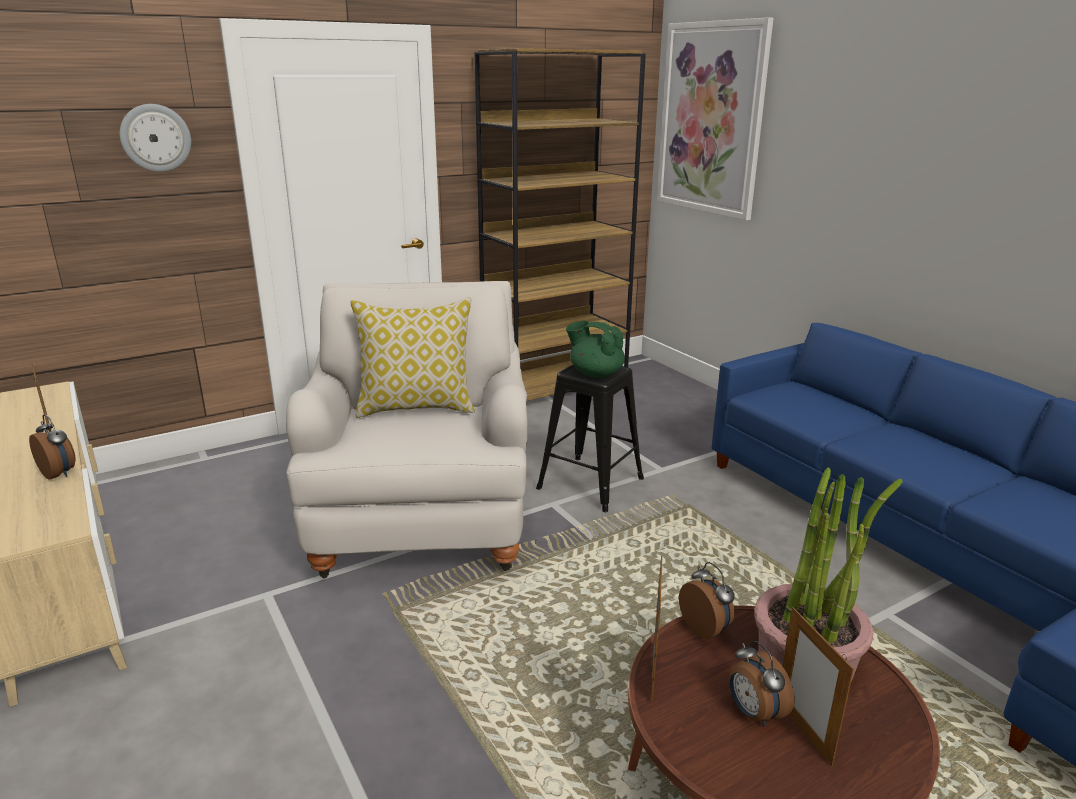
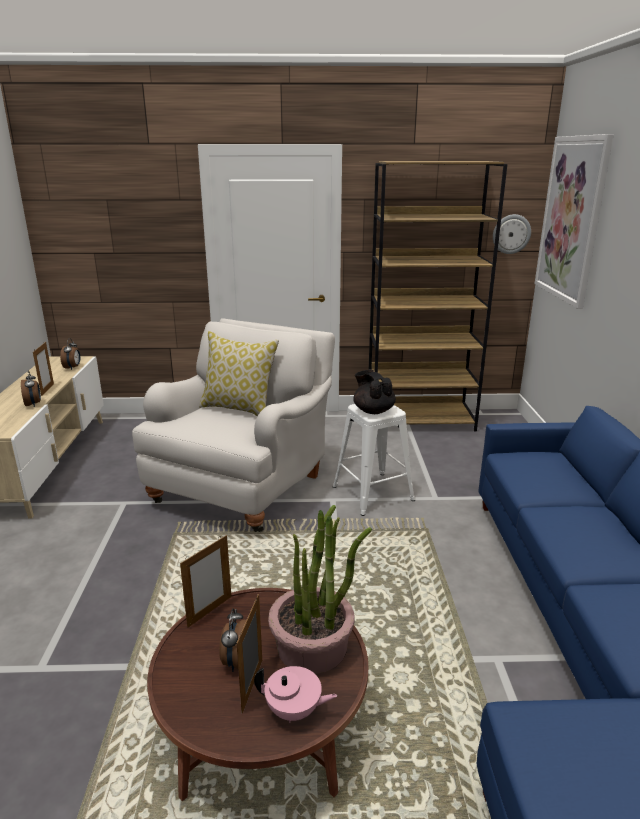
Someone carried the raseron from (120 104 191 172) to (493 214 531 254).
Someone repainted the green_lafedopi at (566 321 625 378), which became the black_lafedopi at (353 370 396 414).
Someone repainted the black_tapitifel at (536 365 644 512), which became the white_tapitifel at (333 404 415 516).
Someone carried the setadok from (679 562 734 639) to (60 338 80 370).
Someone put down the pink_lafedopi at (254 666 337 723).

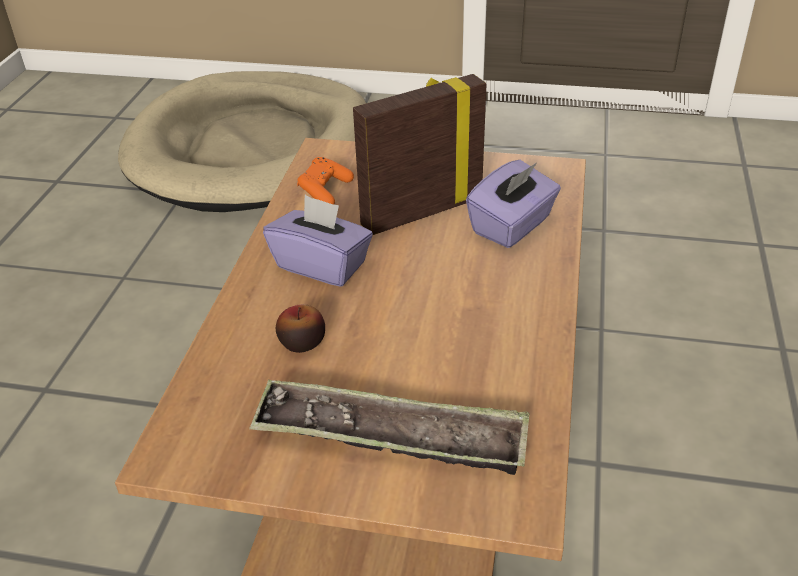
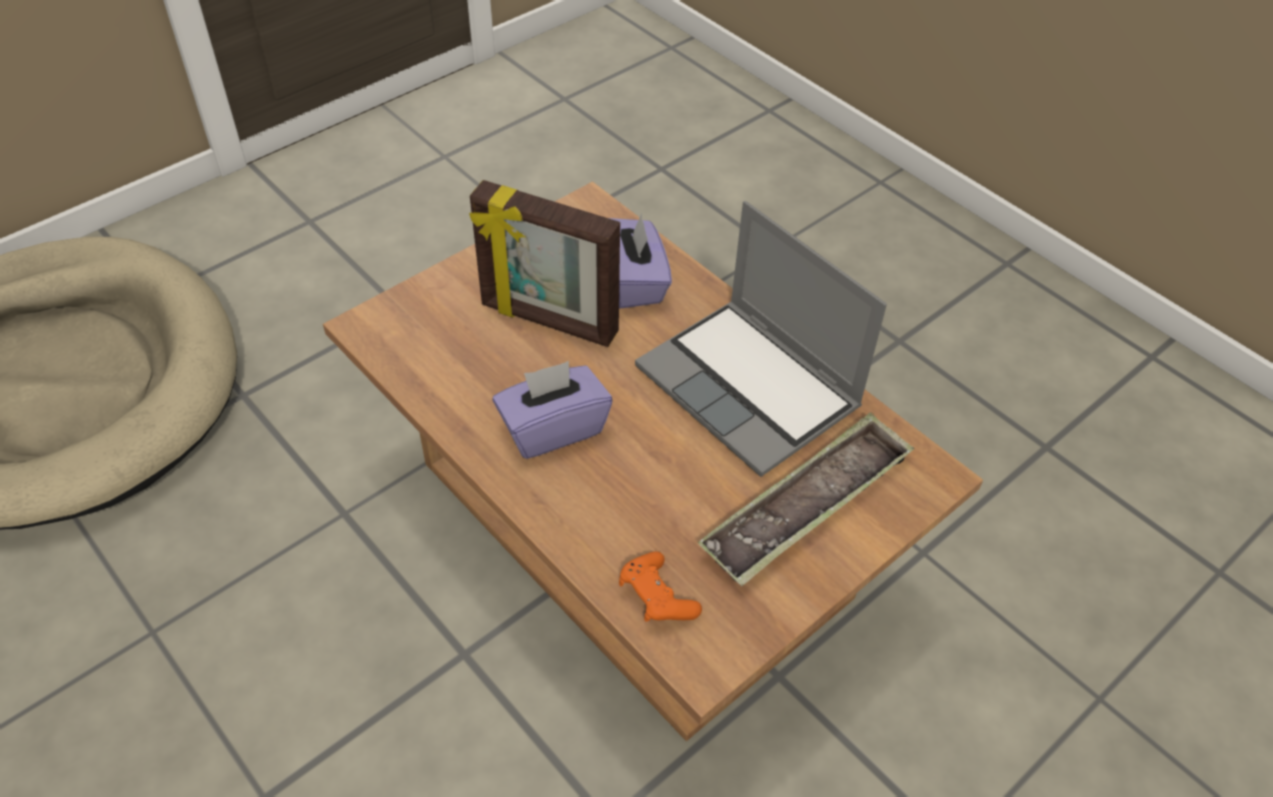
Someone rotated the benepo at (353 74 487 235) by 75 degrees counterclockwise.
Someone carried the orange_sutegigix from (297 157 354 204) to (619 551 702 622).
Someone took away the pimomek at (276 304 325 353).
Someone put down the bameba at (635 201 887 477).

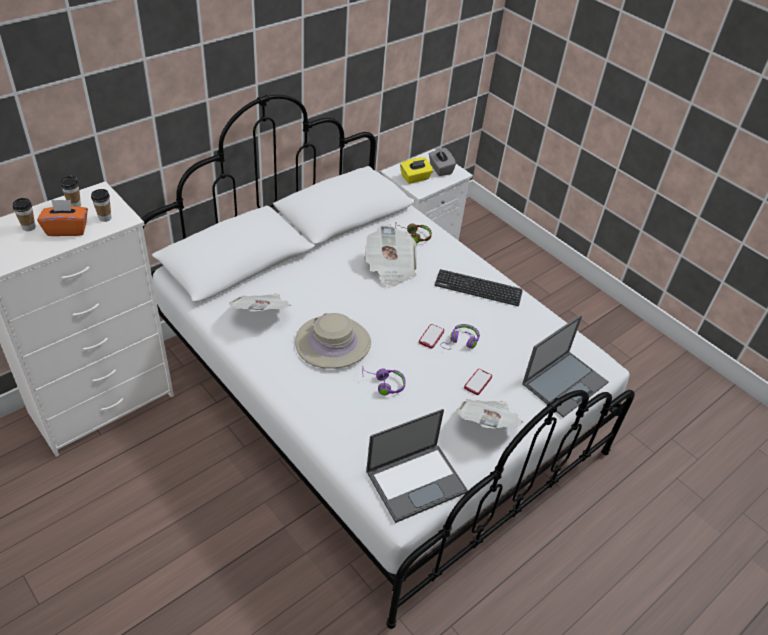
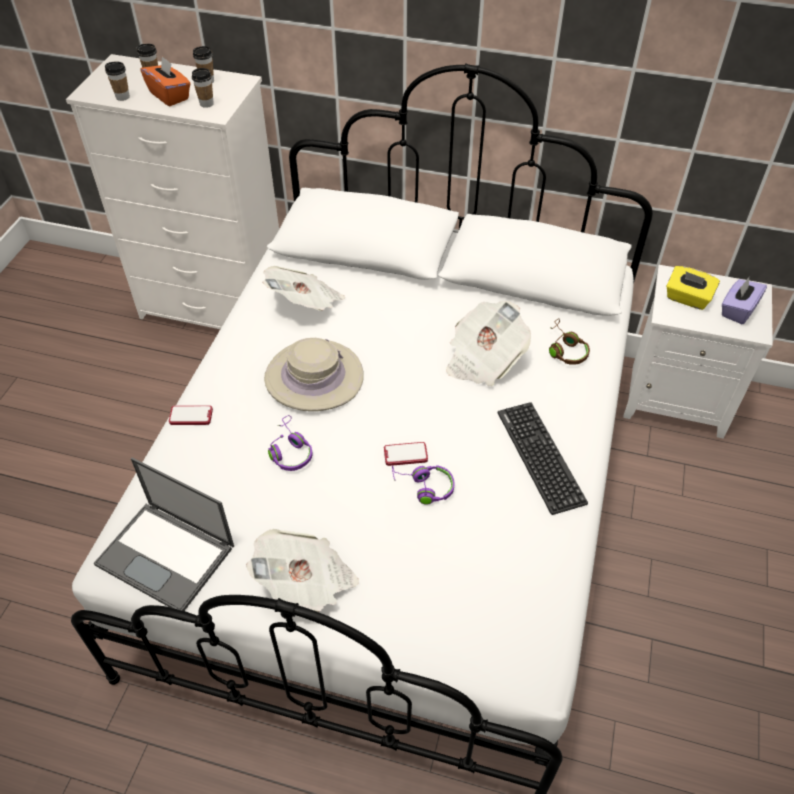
Someone repainted the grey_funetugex at (429 148 456 176), which became the purple_funetugex at (722 277 767 324).
Someone took away the bameba at (522 315 609 417).
Someone carried the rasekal from (464 368 492 395) to (169 405 213 425).
Someone put down the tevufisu at (105 62 130 101).

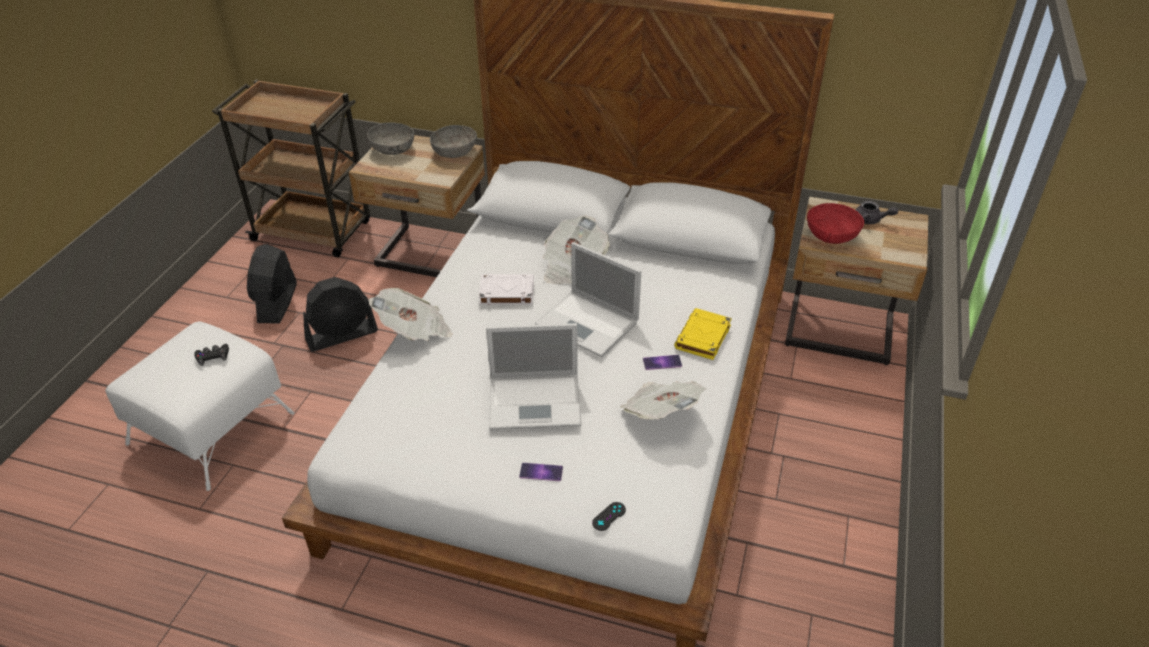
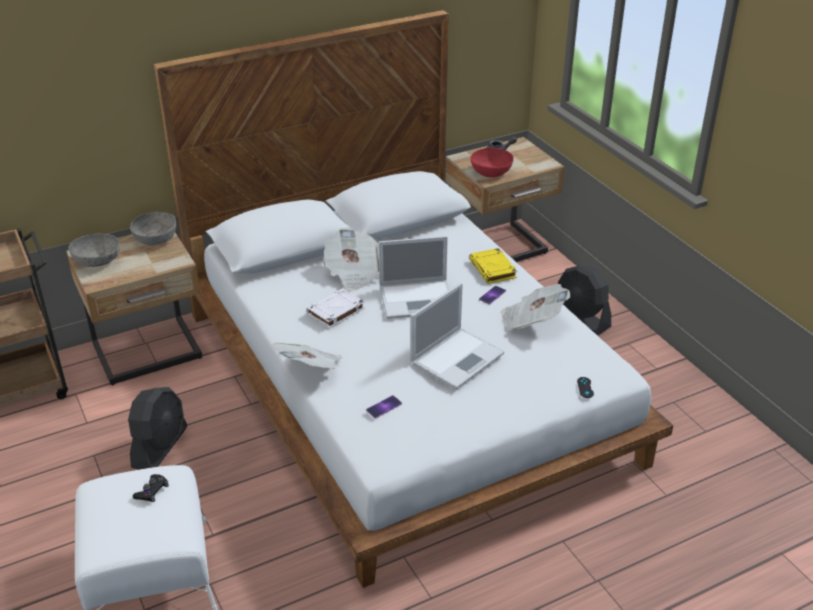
Someone carried the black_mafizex from (247 244 297 324) to (558 265 611 335).
Someone carried the rasekal from (519 463 563 481) to (366 395 402 418).

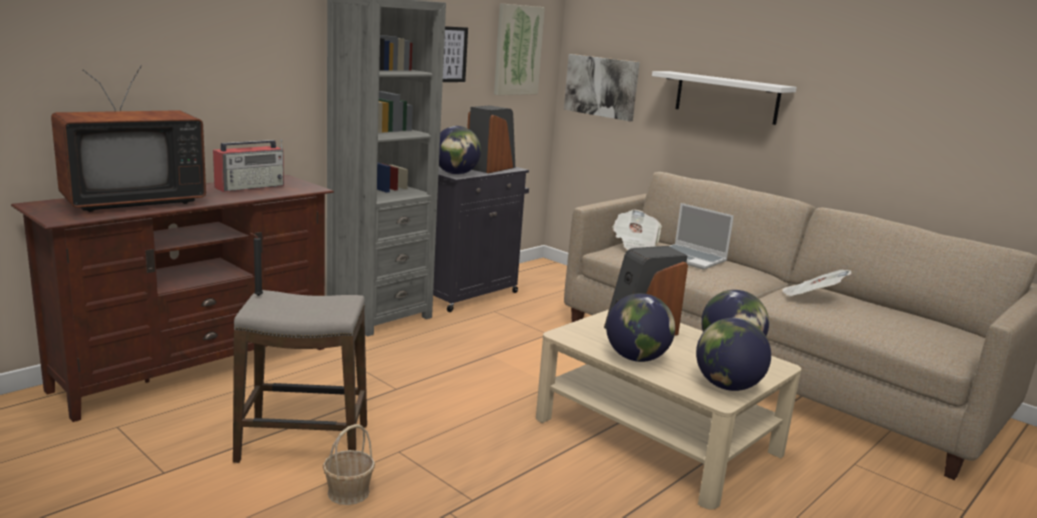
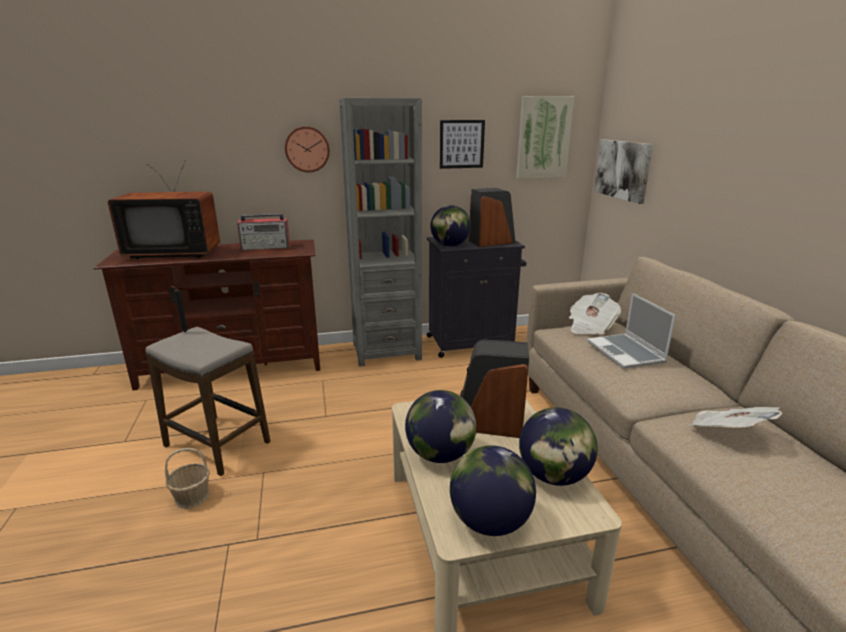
Someone took away the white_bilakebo at (652 71 797 125).
Someone put up the raseron at (285 126 330 172).

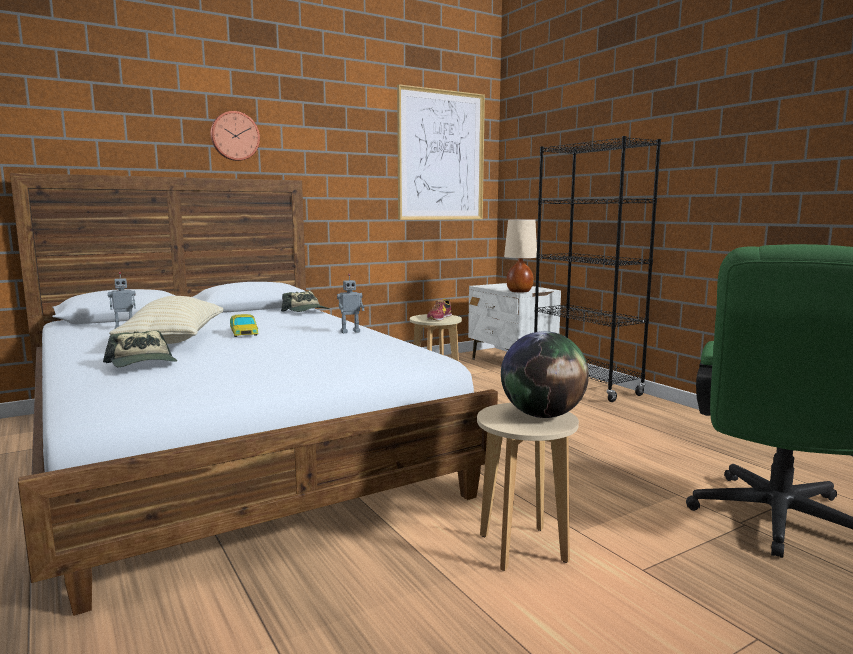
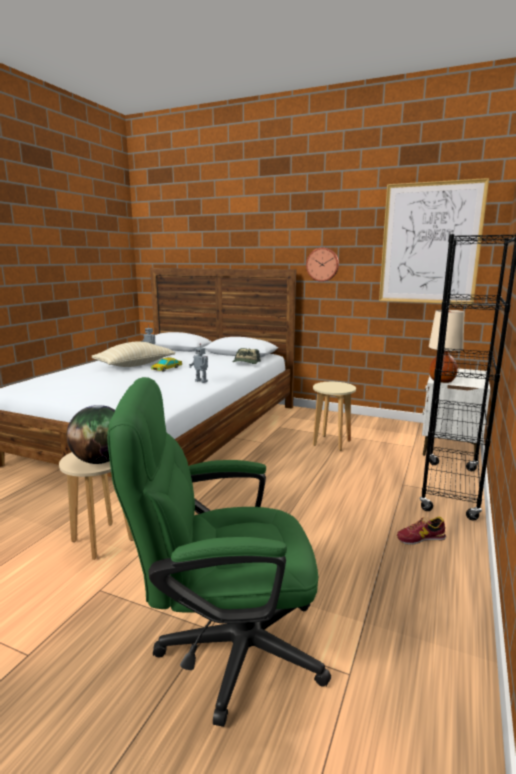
Someone carried the raseron from (211 111 260 161) to (306 248 339 282).
Someone carried the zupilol from (427 299 452 321) to (397 516 446 545).
Someone took away the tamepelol at (103 330 177 367).

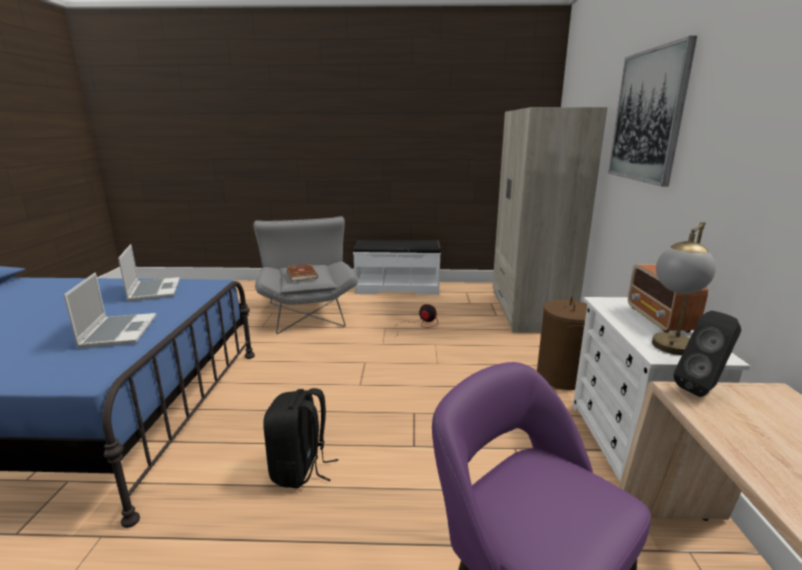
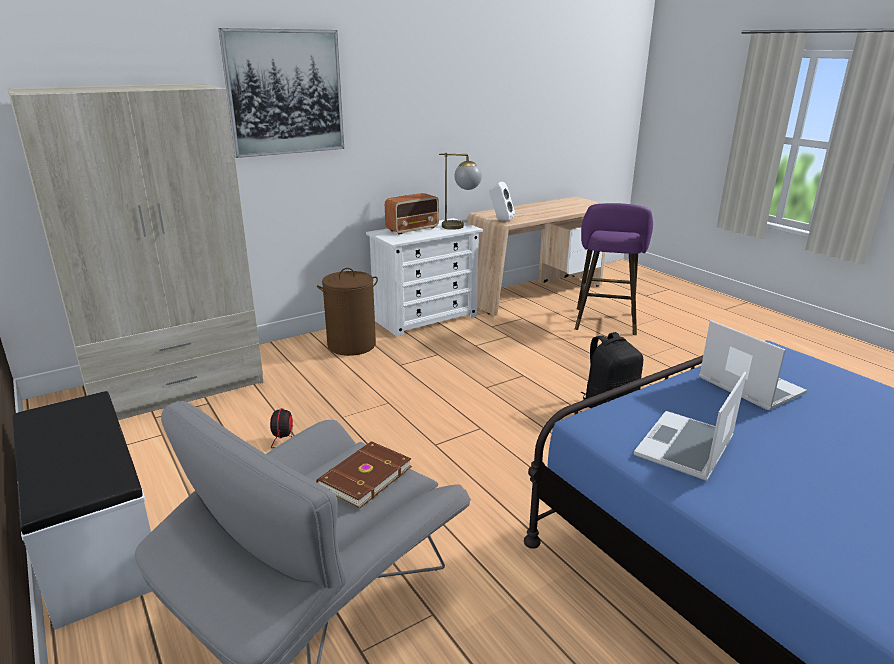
Someone rotated the bameba at (64 272 156 348) by 105 degrees clockwise.
Someone repainted the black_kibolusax at (674 311 741 397), which became the white_kibolusax at (489 182 515 221).

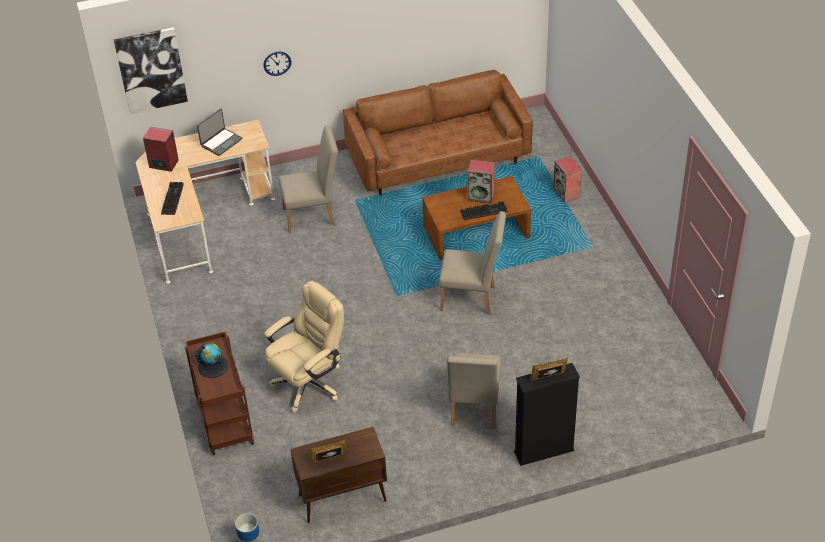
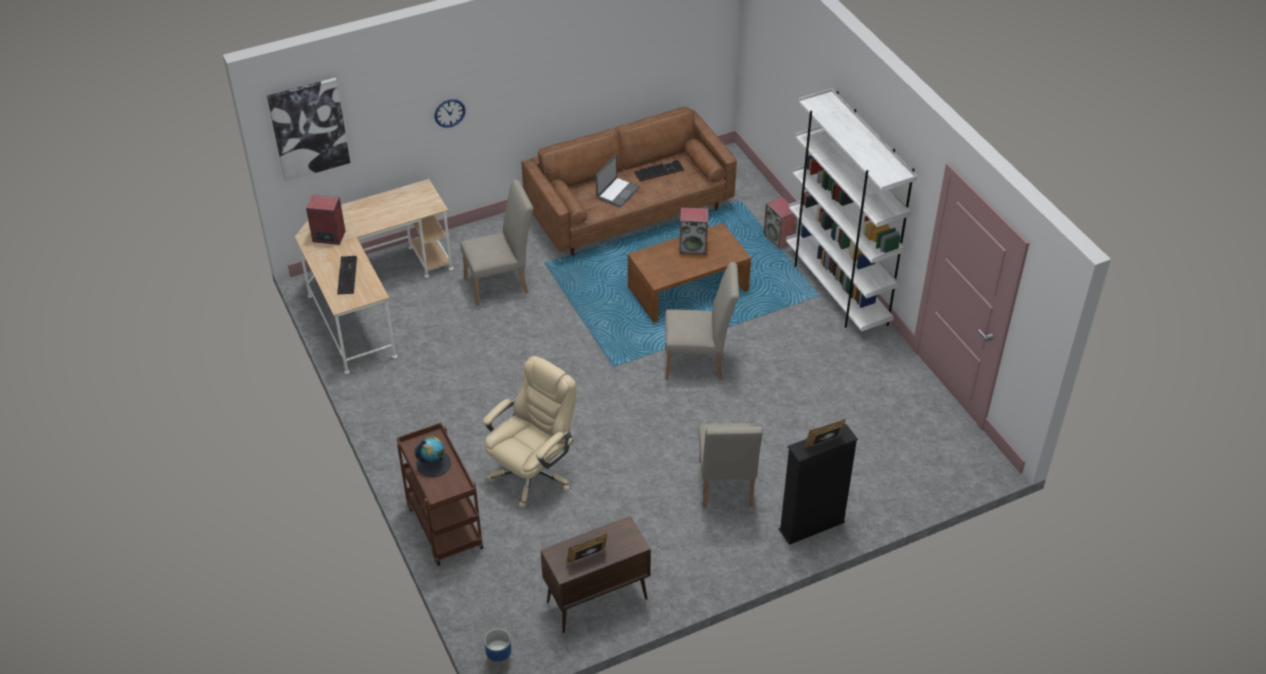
Someone carried the bameba from (197 108 243 156) to (596 155 640 208).
Someone carried the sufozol from (460 201 508 220) to (635 160 684 181).
Someone put down the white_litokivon at (786 88 917 332).

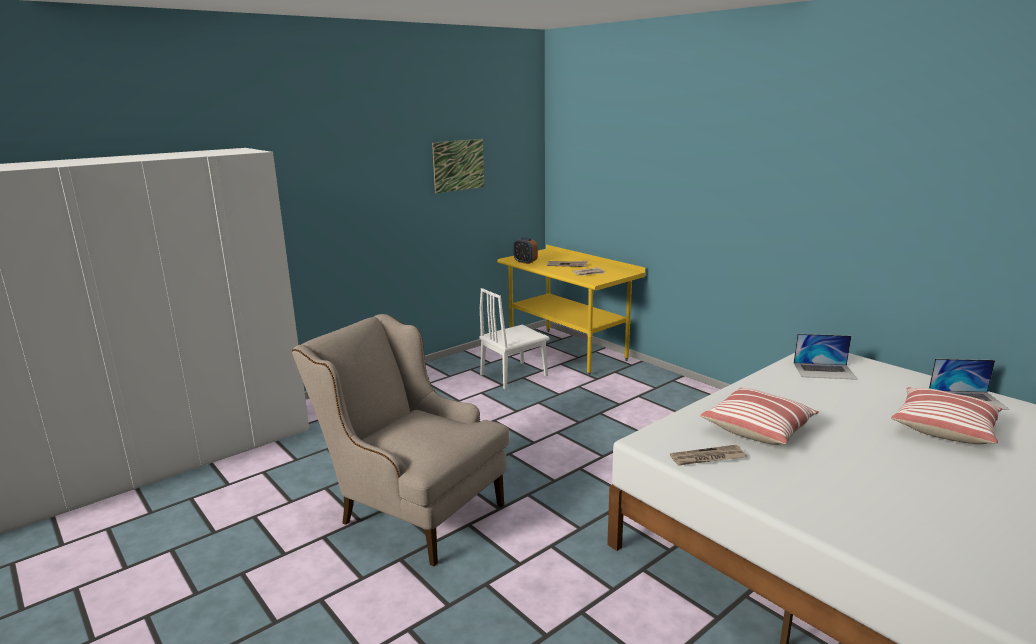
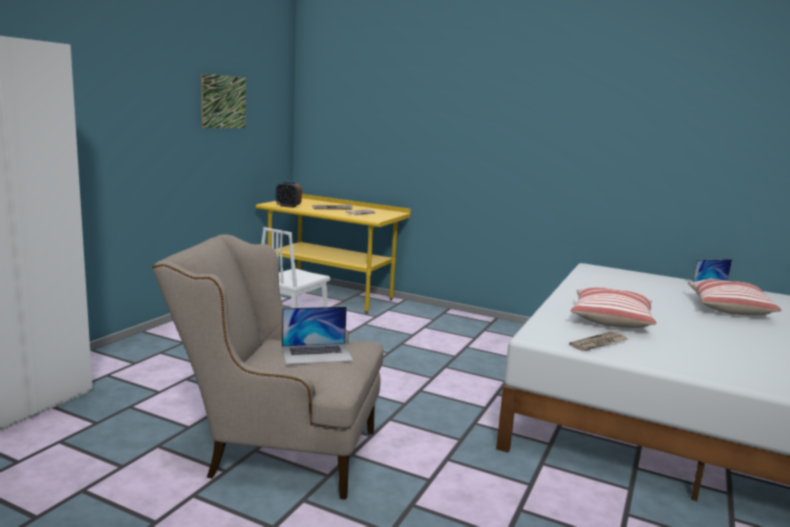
Someone carried the bameba from (794 334 858 380) to (282 306 353 364).

